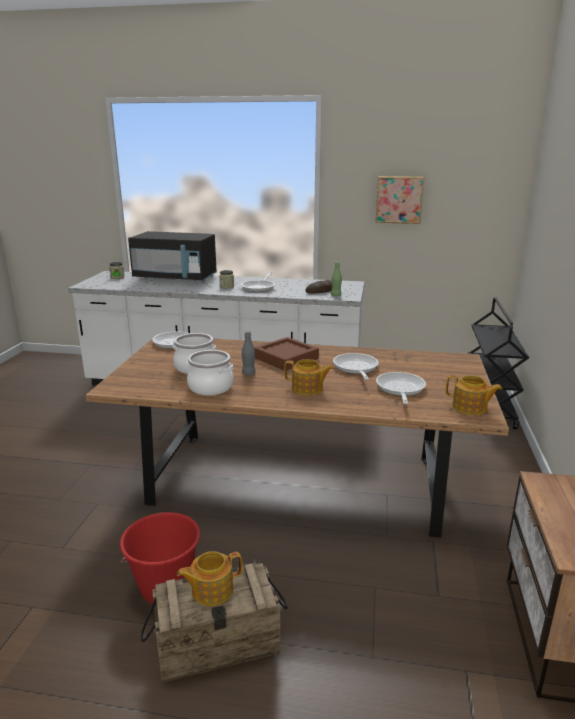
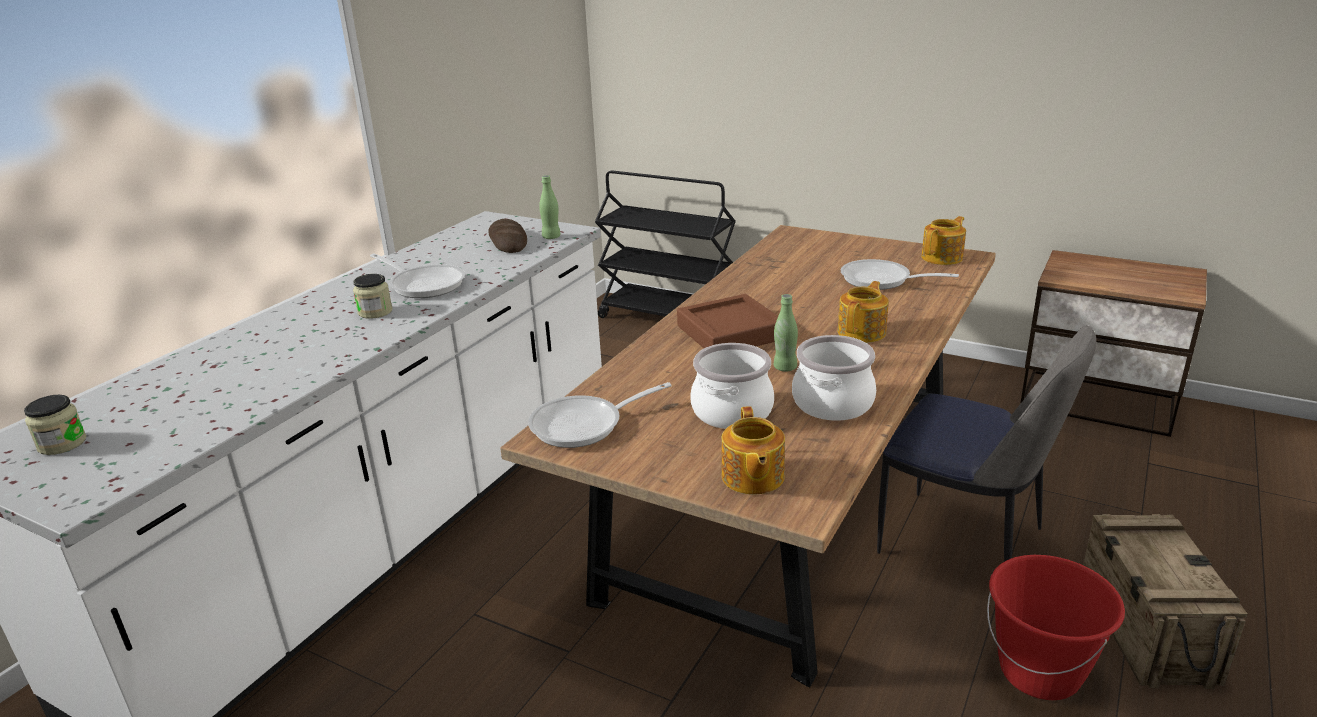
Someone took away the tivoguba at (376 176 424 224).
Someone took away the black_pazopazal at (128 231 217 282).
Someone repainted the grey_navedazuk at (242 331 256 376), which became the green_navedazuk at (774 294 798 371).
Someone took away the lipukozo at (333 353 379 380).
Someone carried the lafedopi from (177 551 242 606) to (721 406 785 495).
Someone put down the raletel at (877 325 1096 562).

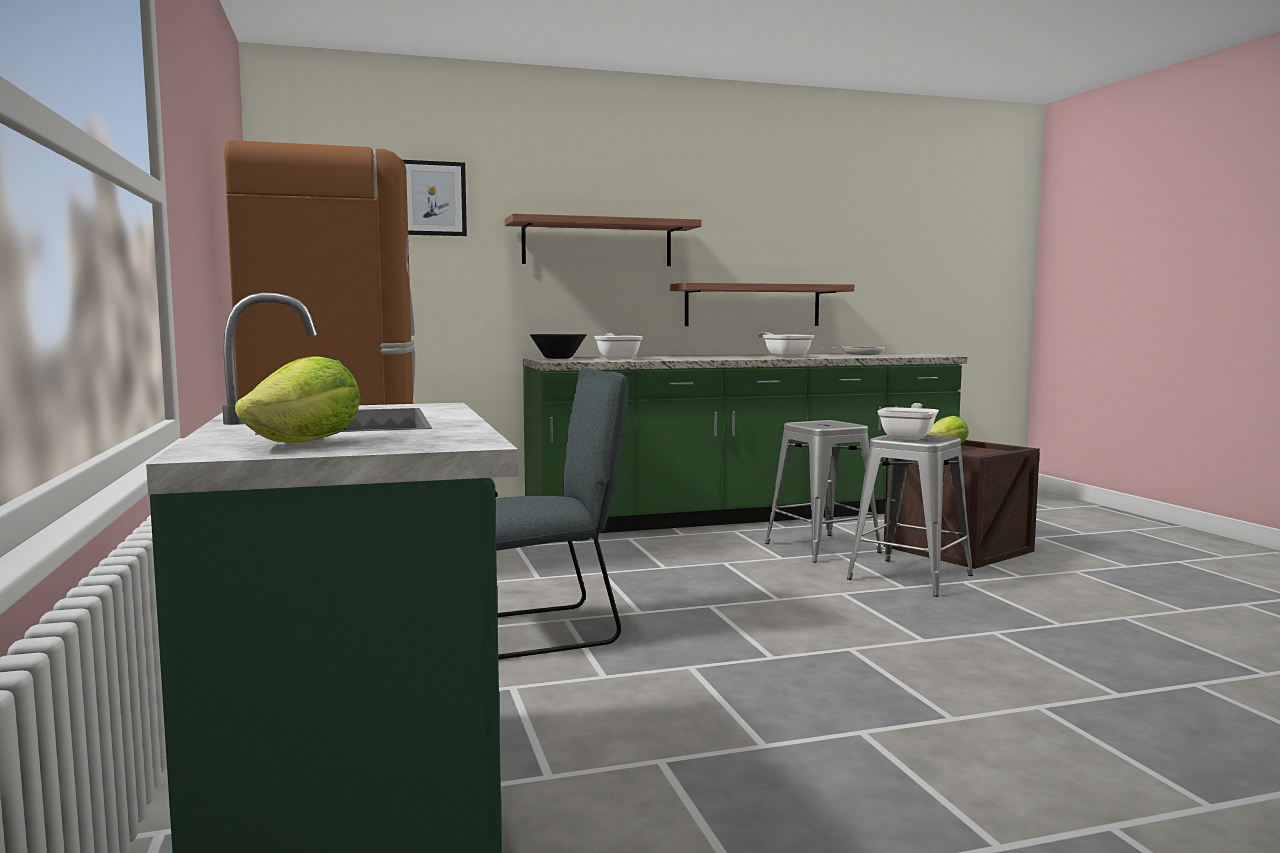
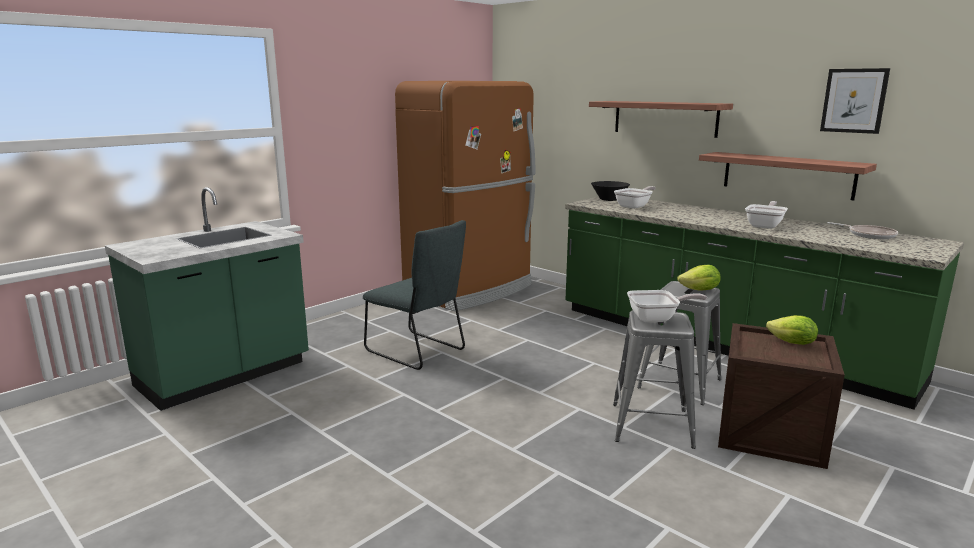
Someone carried the tivoguba from (403 160 467 236) to (820 68 890 134).
Someone carried the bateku from (235 356 361 443) to (677 265 721 291).

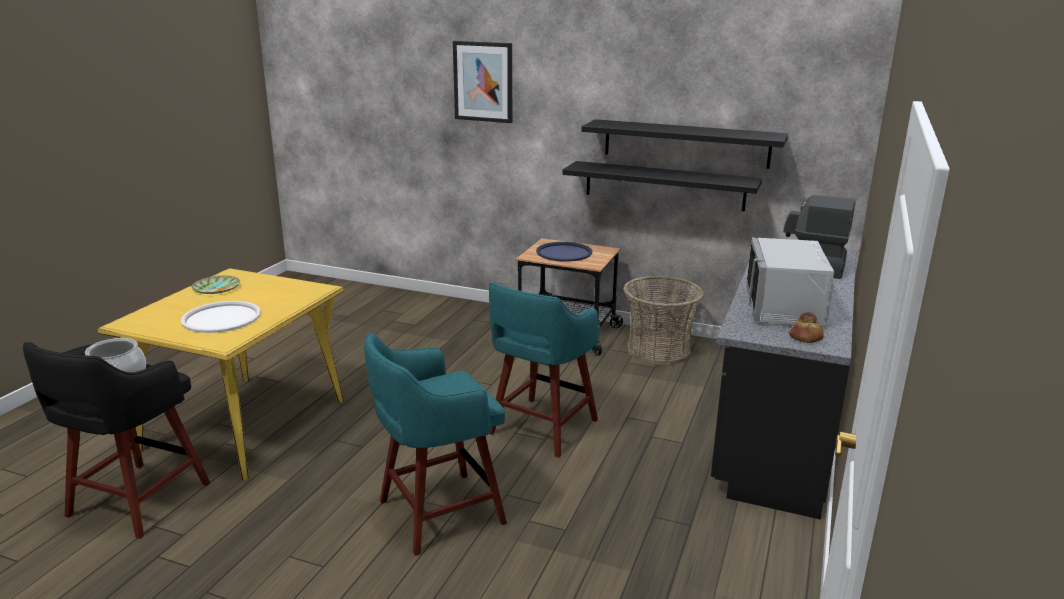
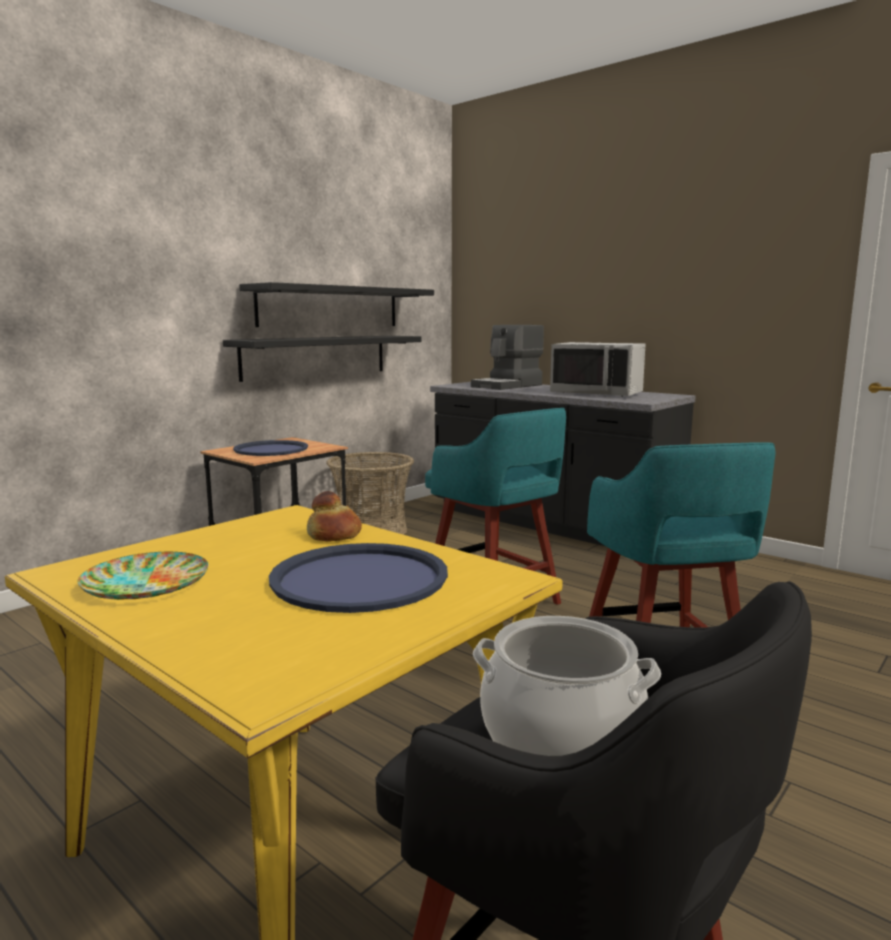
Someone took away the tivoguba at (453 41 512 123).
Someone repainted the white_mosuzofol at (181 301 261 333), which became the blue_mosuzofol at (269 543 448 613).
Someone carried the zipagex from (789 312 824 343) to (307 491 362 542).

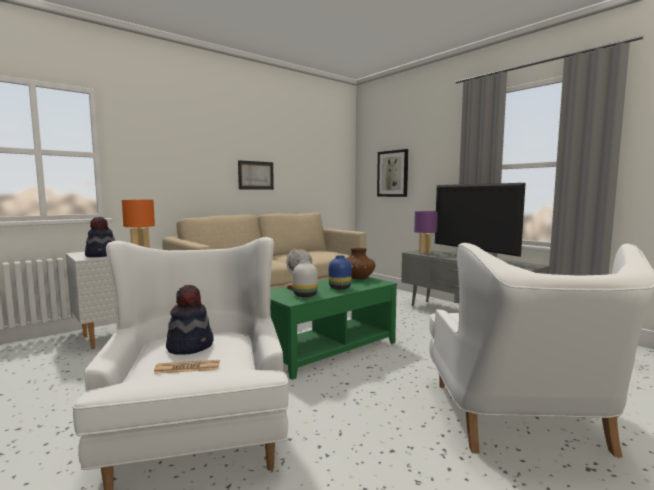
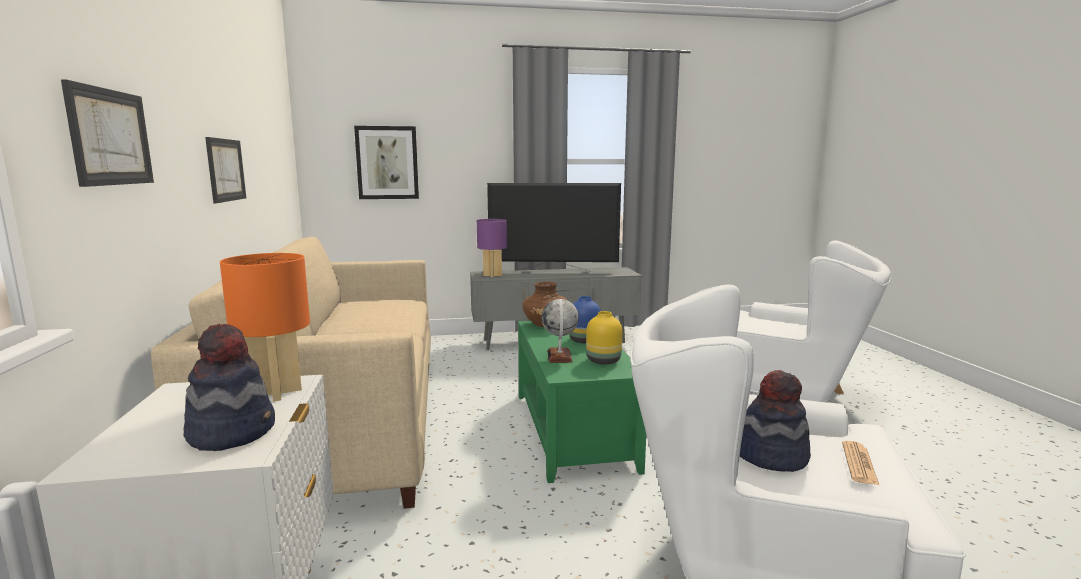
Someone repainted the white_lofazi at (293 260 318 297), which became the yellow_lofazi at (586 311 622 364).
Someone put up the tivoguba at (61 79 154 187).

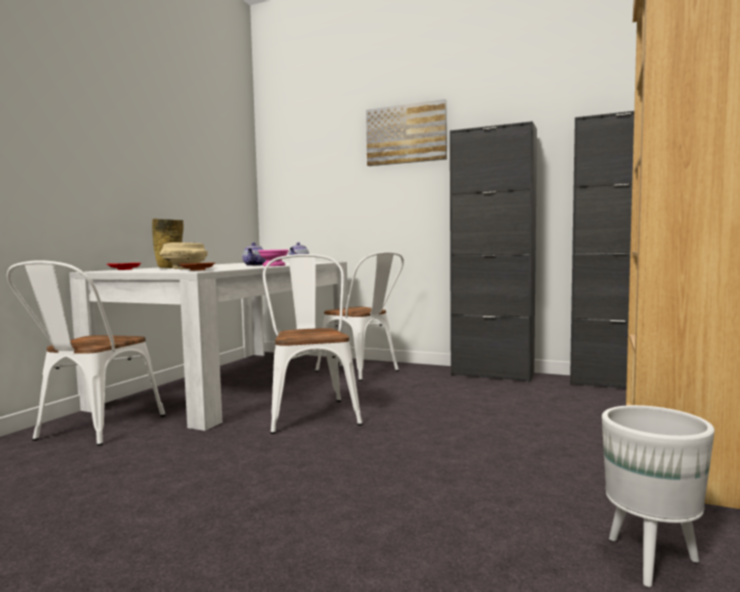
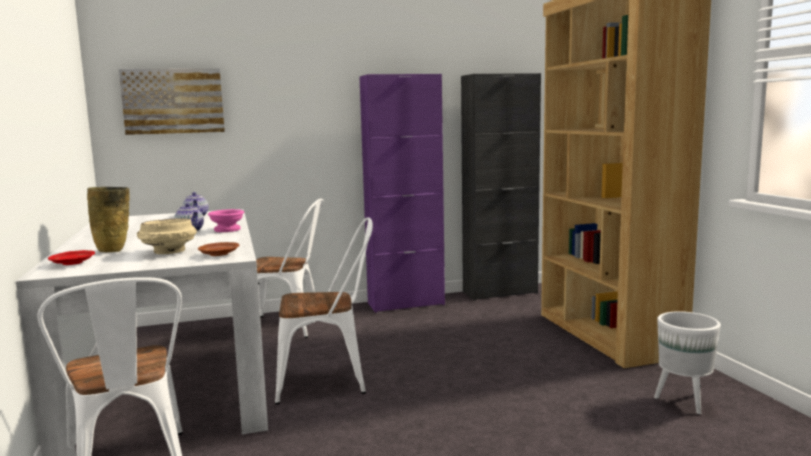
Someone carried the tivoguba from (366 99 447 166) to (119 68 225 135).
Someone repainted the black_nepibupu at (450 121 537 382), which became the purple_nepibupu at (359 74 445 313).
Someone rotated the white_raletel at (263 254 363 434) by 135 degrees clockwise.

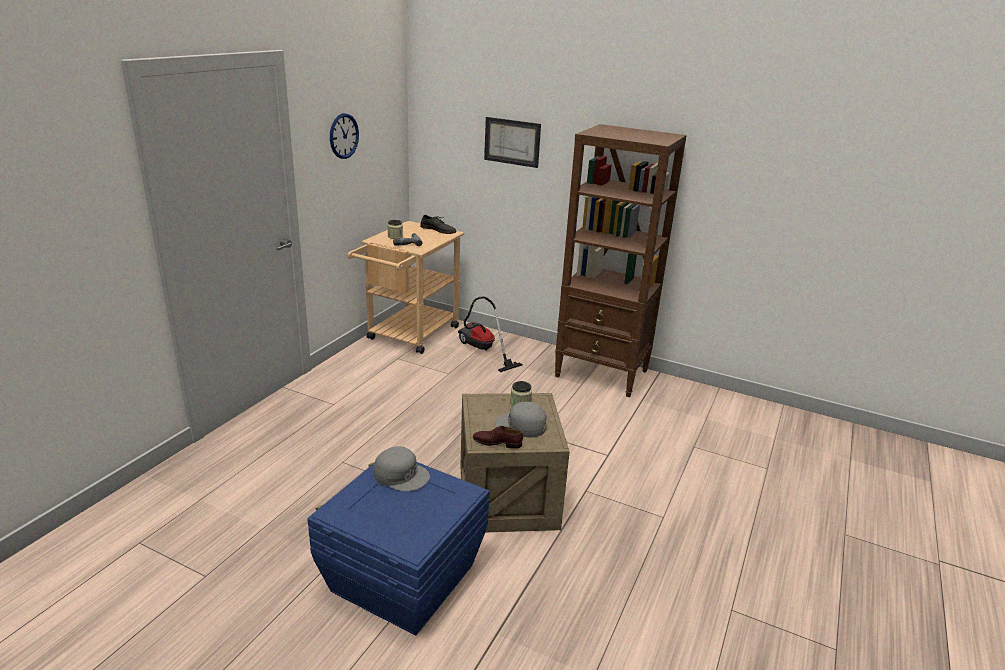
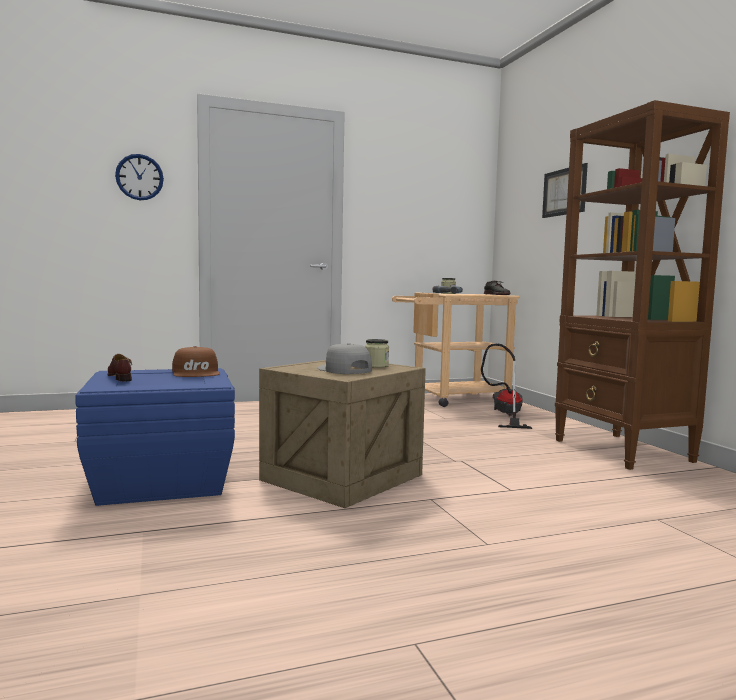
Someone carried the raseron from (330 113 359 159) to (115 154 164 200).
Someone carried the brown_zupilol from (473 426 523 449) to (107 354 132 381).
Someone repainted the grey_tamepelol at (373 446 430 491), which became the brown_tamepelol at (172 346 220 377).

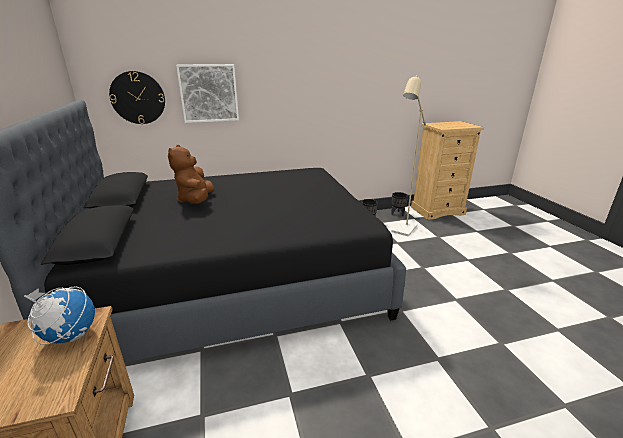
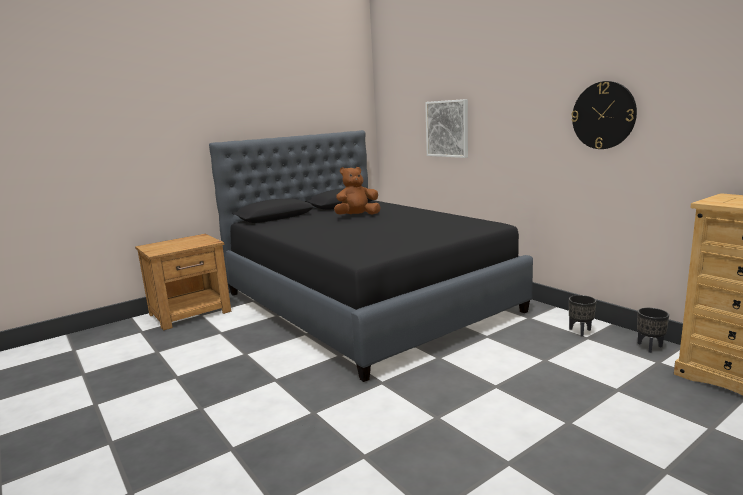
Someone carried the raseron from (109 71 165 124) to (571 81 637 149).
Someone took away the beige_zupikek at (391 75 426 236).
Someone took away the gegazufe at (24 287 95 345).

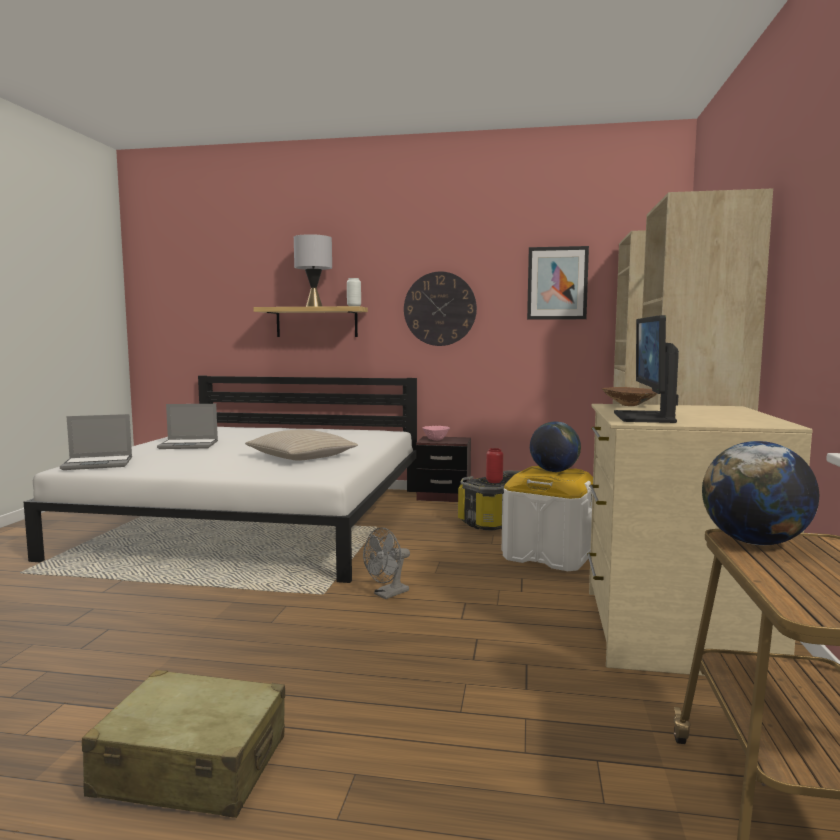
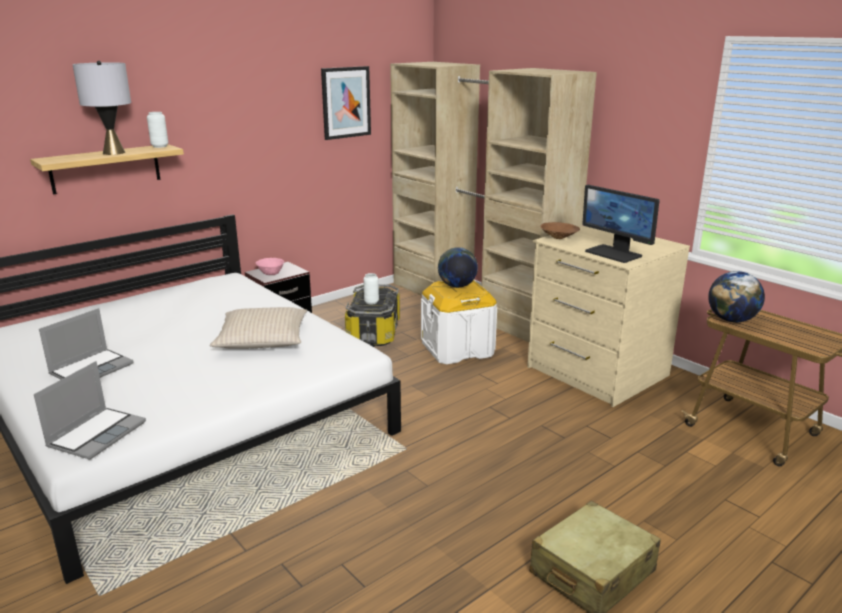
Someone took away the raseron at (404 272 477 346).
Someone repainted the red_lofazi at (486 448 503 483), which became the white_lofazi at (363 273 379 305).
Someone took away the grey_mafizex at (363 527 410 599).

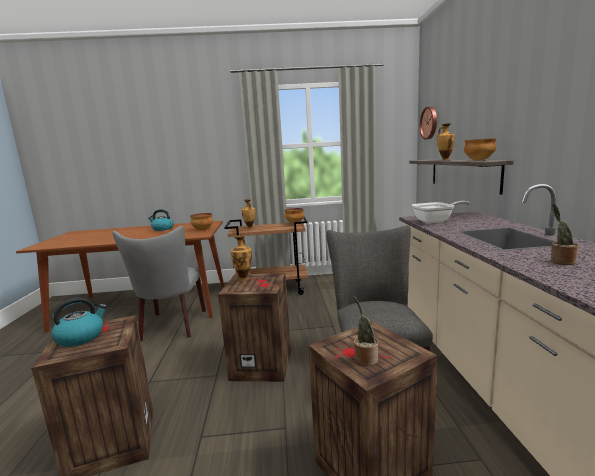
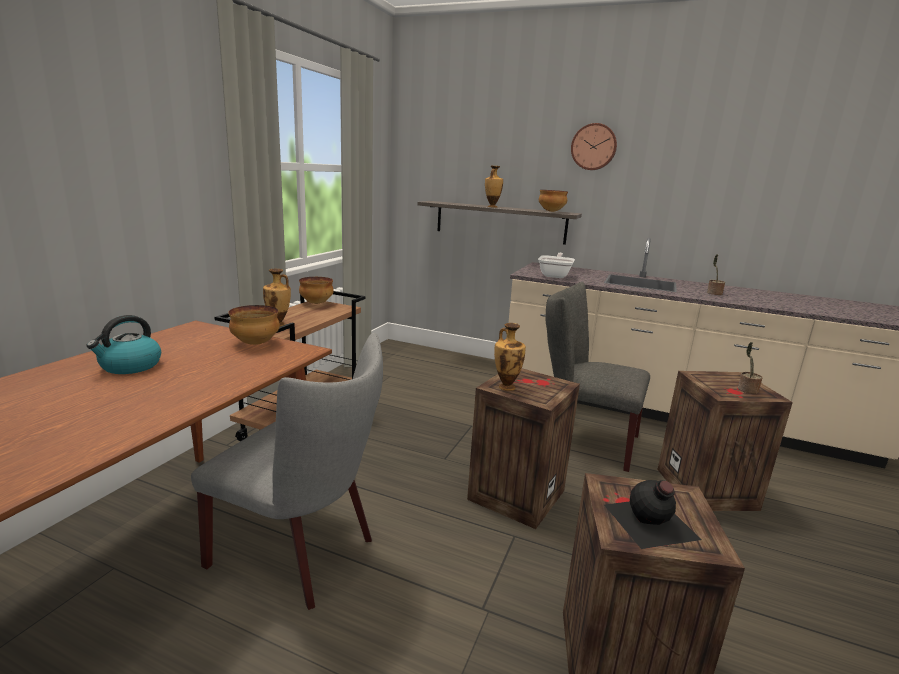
Someone carried the raseron from (420 107 437 139) to (571 123 617 170).
Someone swapped the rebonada at (52 297 107 347) for the black_navedazuk at (604 480 701 549).

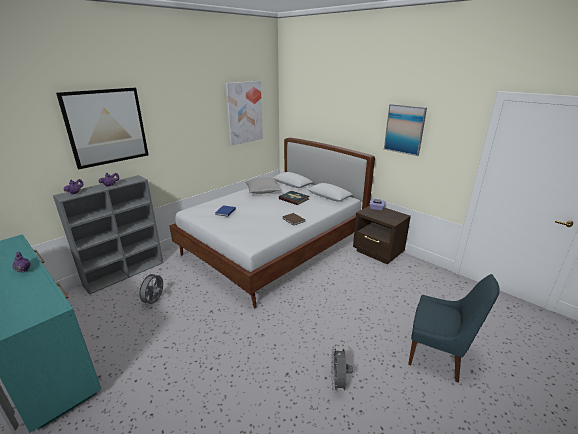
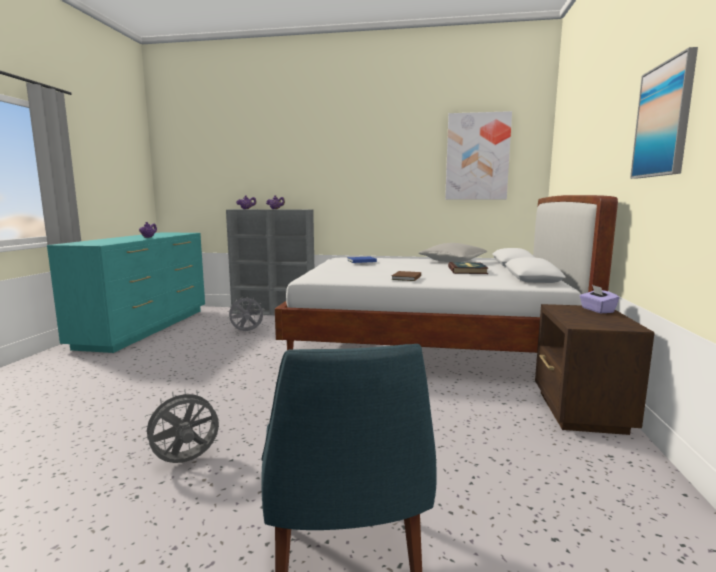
Someone took away the tivoguba at (56 88 148 169).

